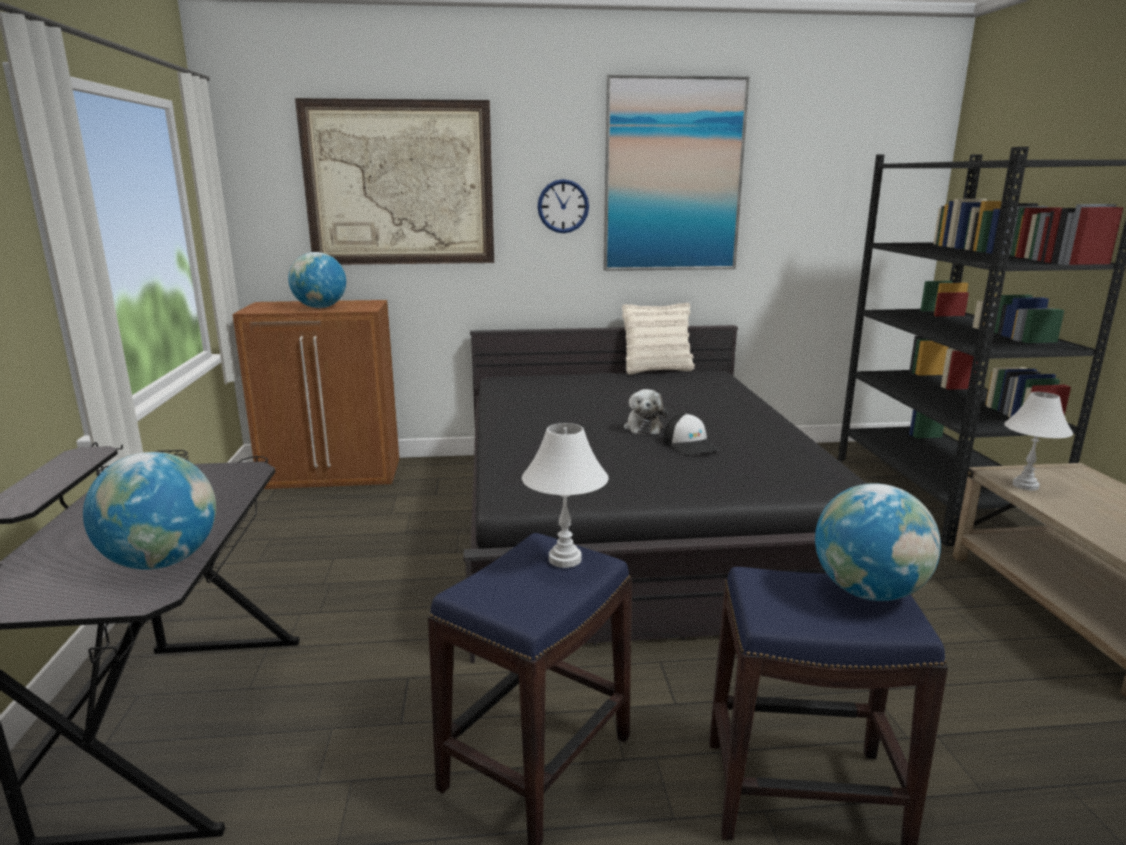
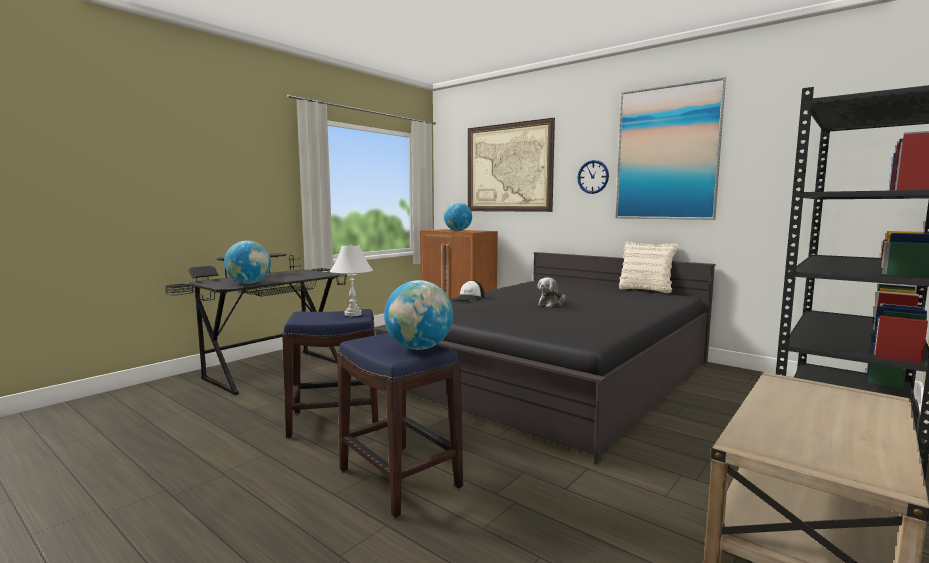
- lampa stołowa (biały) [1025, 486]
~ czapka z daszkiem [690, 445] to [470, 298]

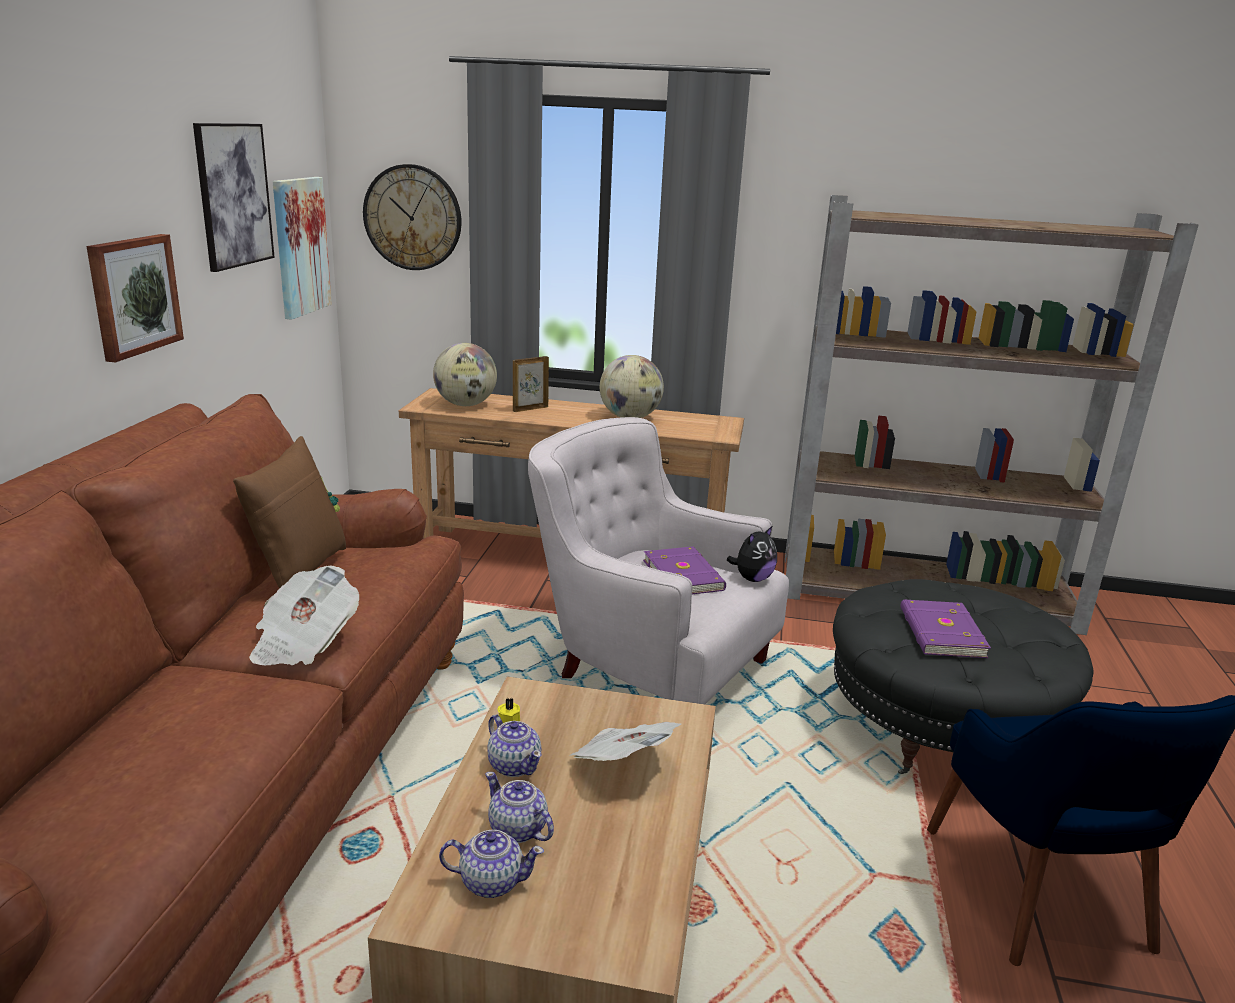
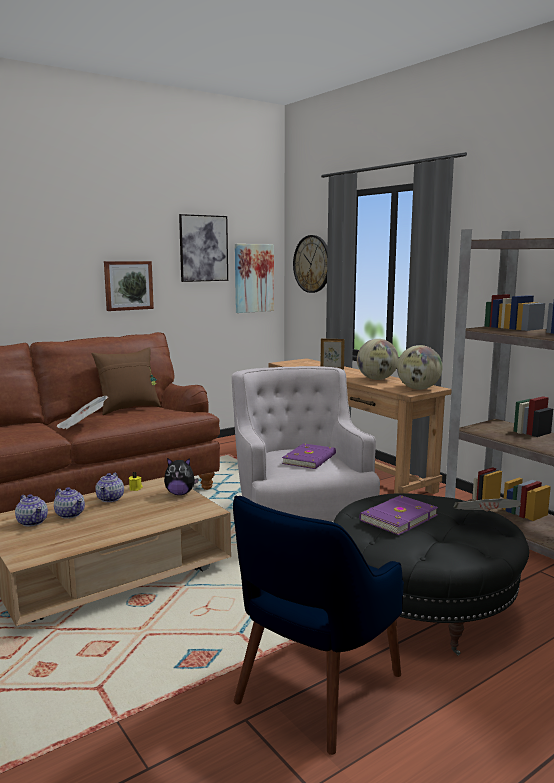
~ globus [465, 405] to [418, 389]
~ gazeta [623, 763] to [484, 522]
~ pluszak [752, 578] to [180, 493]
~ imbryk [518, 830] = [70, 514] 135 degrees clockwise

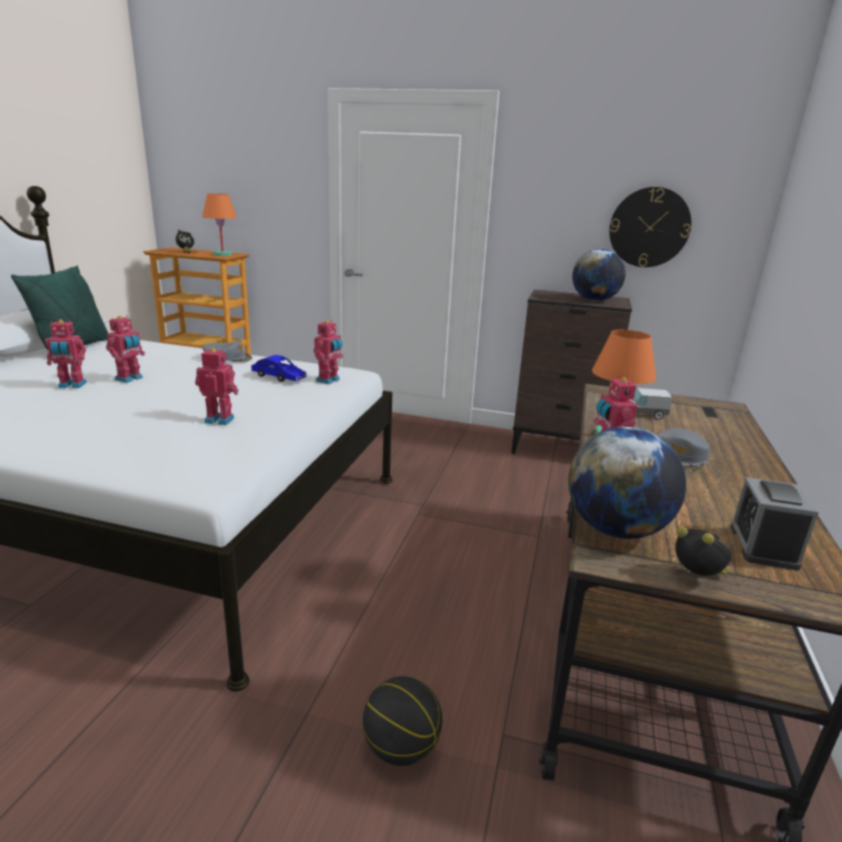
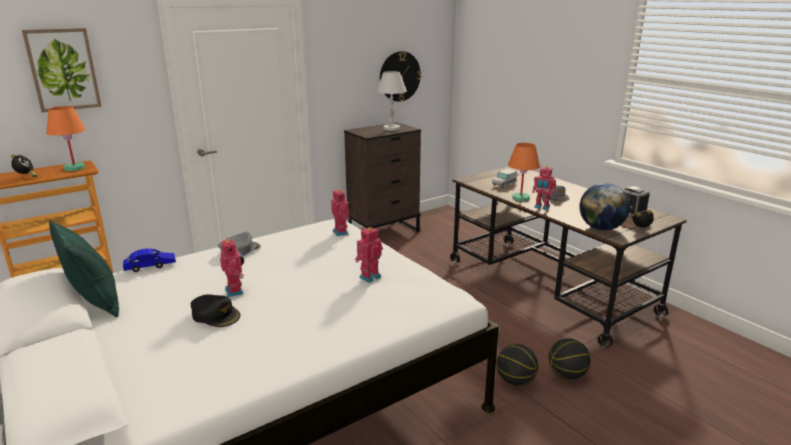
+ obraz [63, 69]
+ piłka do koszykówki [515, 381]
~ samochodzik (niebieski) [279, 377] to [150, 266]
~ robot zabawkowy [72, 385] to czapka z daszkiem (czarny) [216, 315]
~ globus [594, 300] to lampa stołowa (biały) [392, 128]

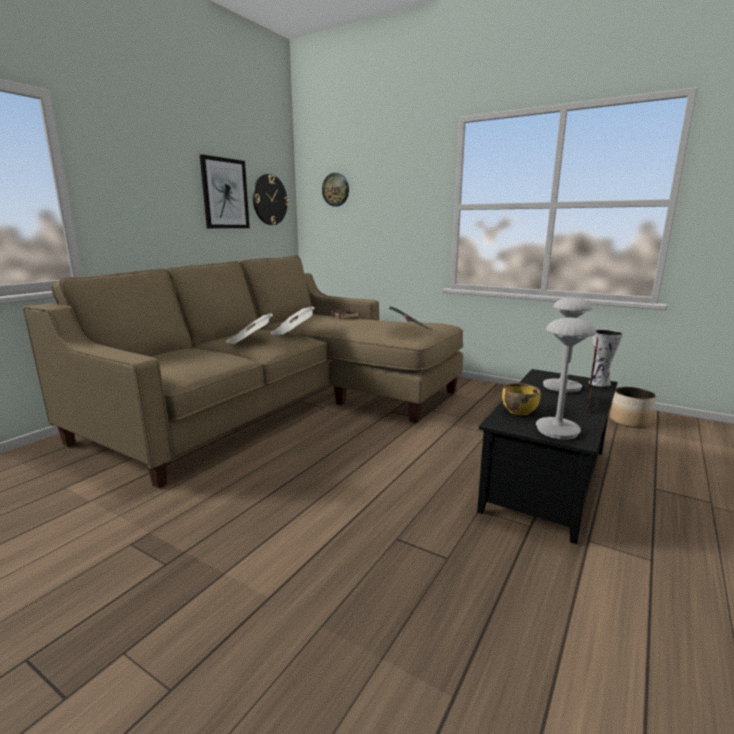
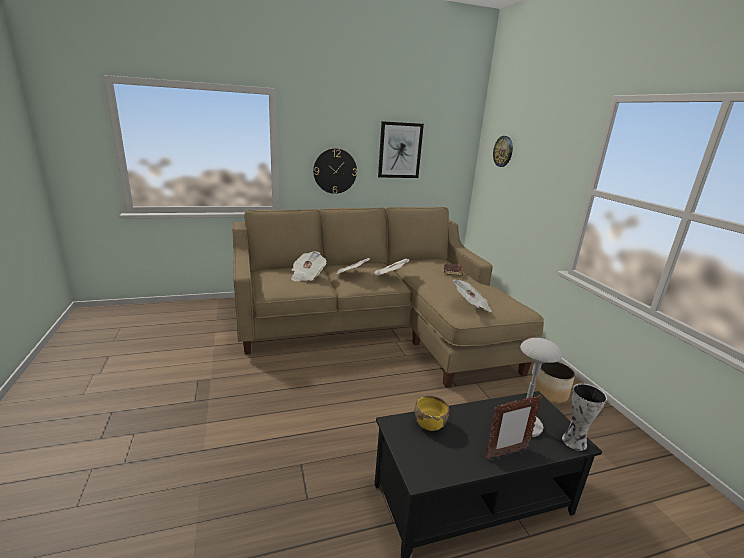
- lampa stołowa (szary) [557, 430]
+ gazeta [307, 276]
~ zegar ścienny [269, 200] to [335, 171]
~ donica [629, 422] to [550, 393]

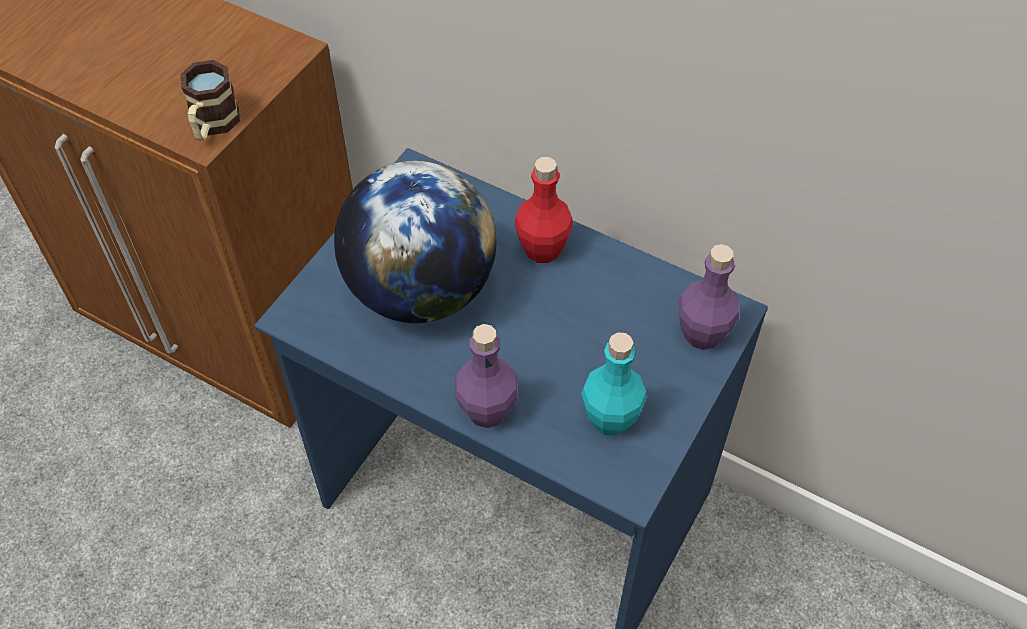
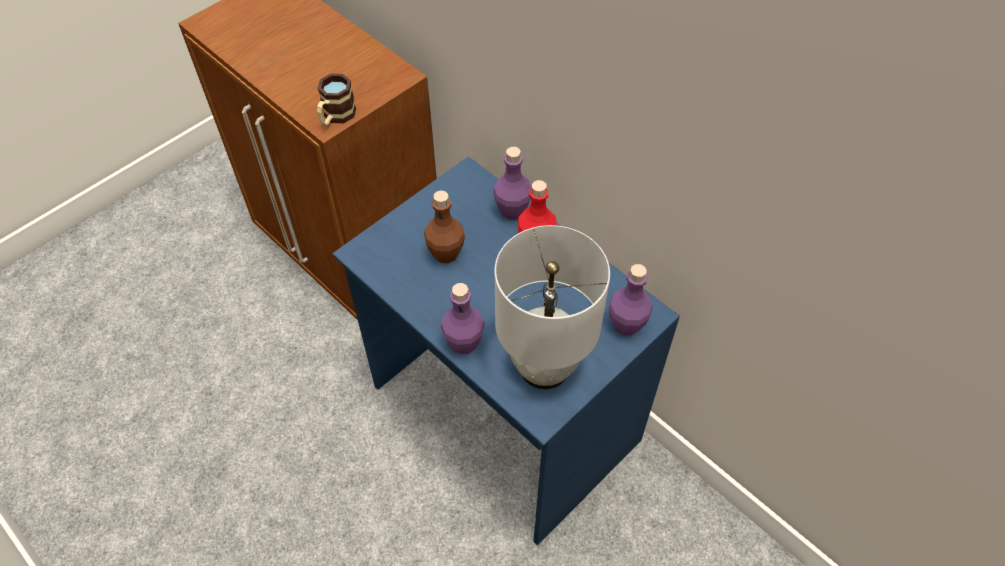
+ butelka (fioletowy) [512, 211]
~ globus [420, 290] to butelka (brązowy) [446, 253]
~ butelka (turkusowy) [610, 419] to lampa stołowa (biały) [544, 367]

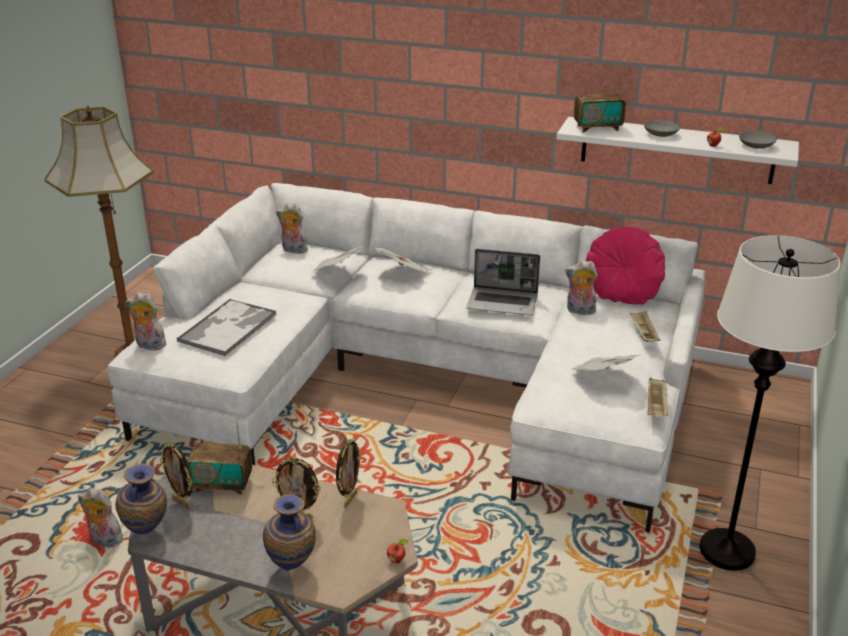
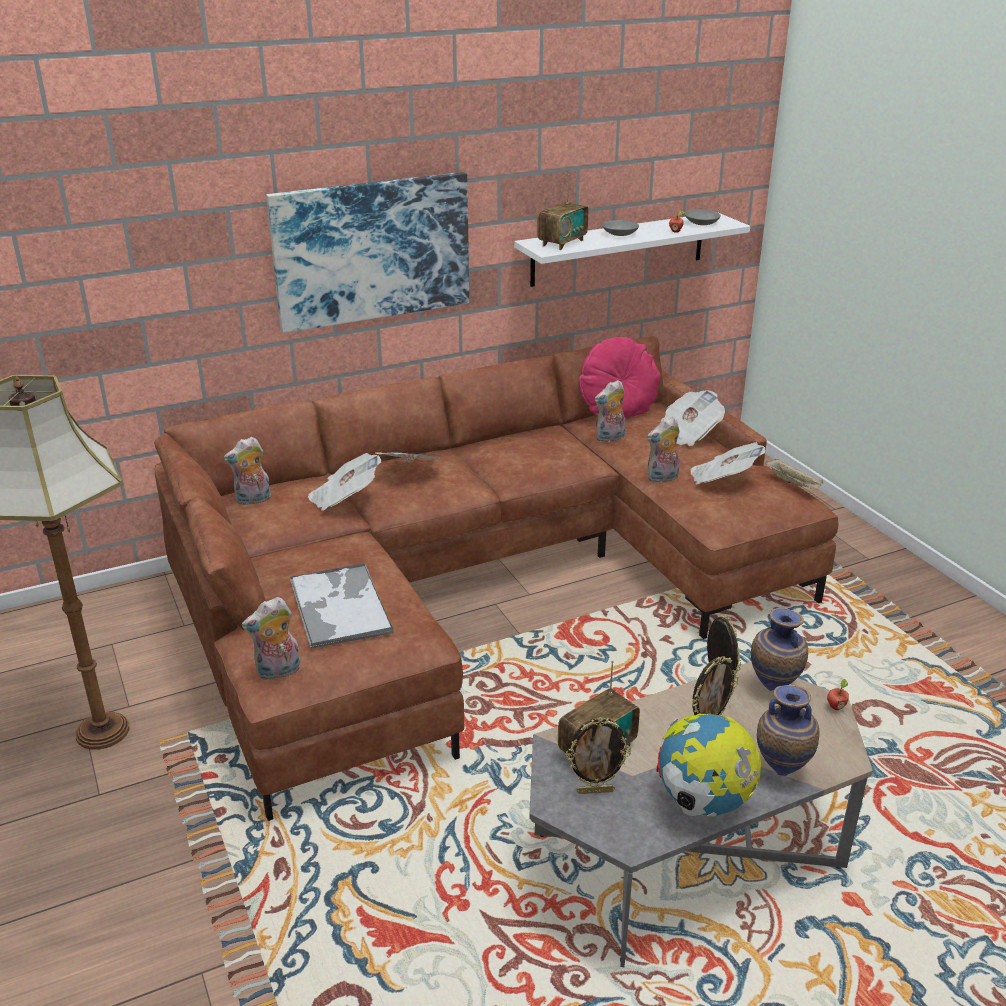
- laptop [503, 302]
- lampa stojąca (biały) [727, 551]
+ obraz [372, 250]
+ globus [703, 802]
~ pluszak [104, 541] to [662, 478]
~ wazon [147, 533] to [774, 687]
~ taca (beżowy) [643, 334] to gazeta [687, 434]
~ kanapa (biały) [425, 382] to kanapa (brązowy) [477, 585]

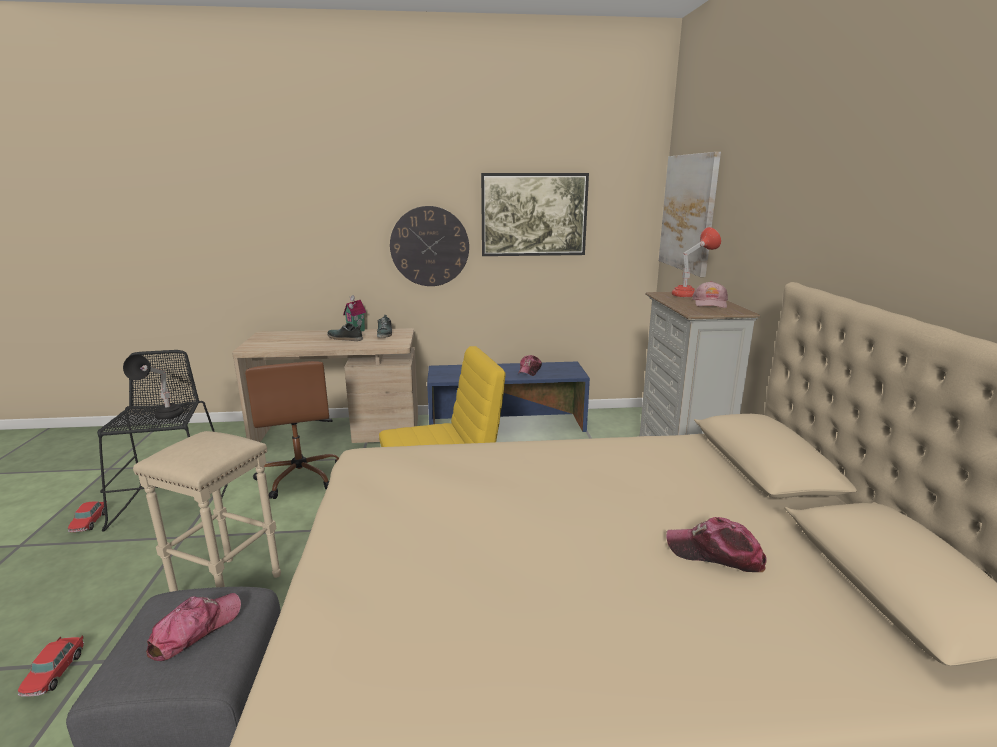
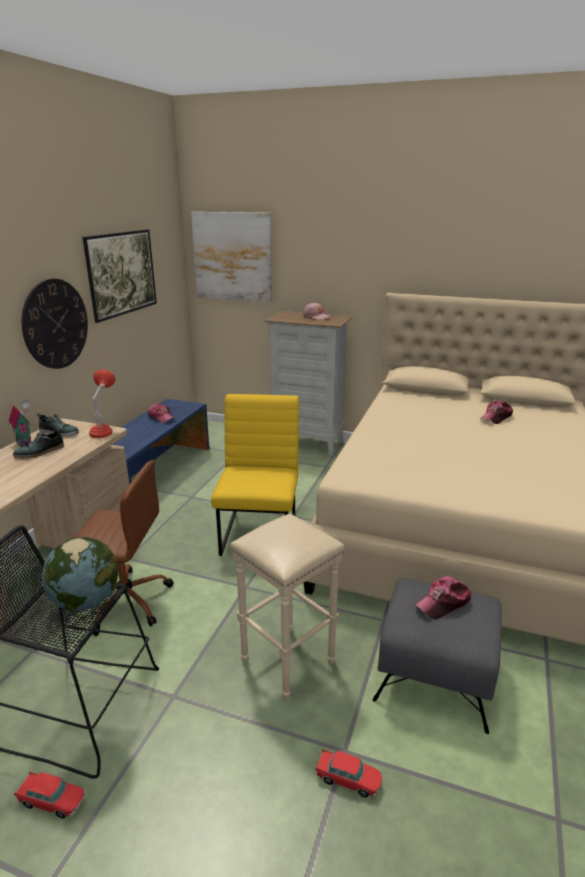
~ lampa stołowa (czerwony) [690, 295] to [104, 431]
~ lampa stołowa (czarny) [163, 418] to globus [86, 601]
~ czapka z daszkiem [195, 630] = [443, 603] 90 degrees counterclockwise

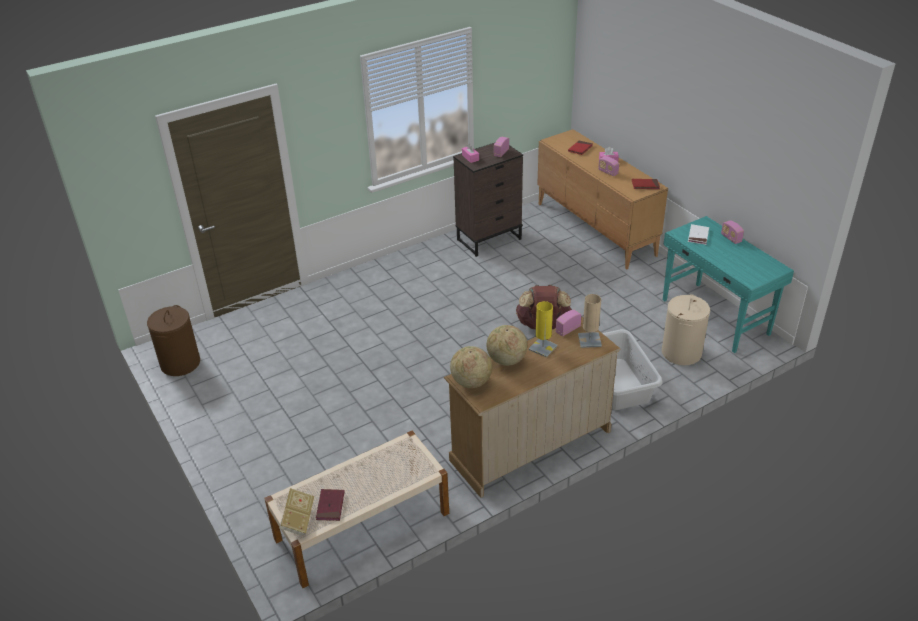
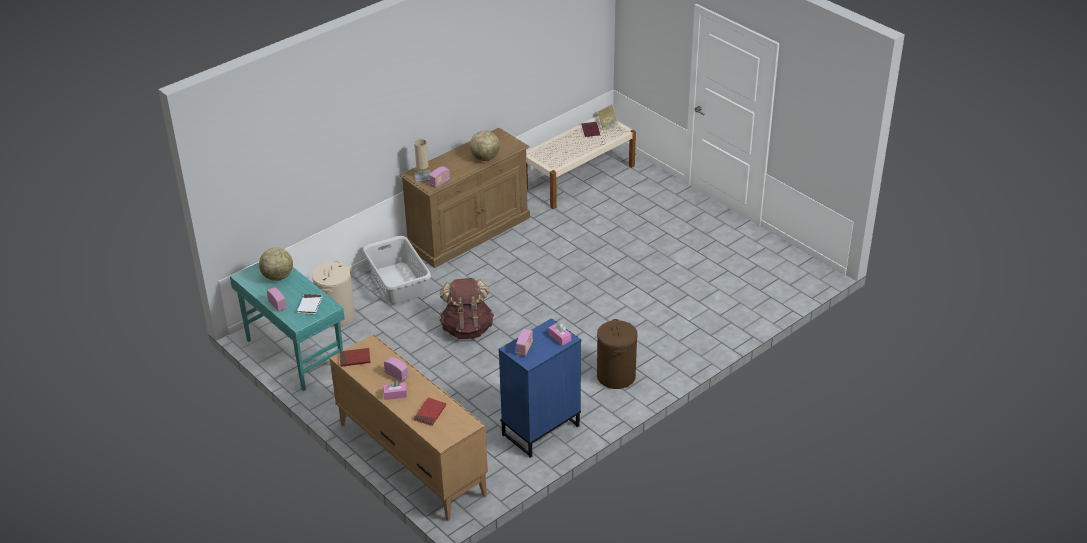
- lampa stołowa (żółty) [543, 348]
~ kosz na pranie (brązowy) [180, 363] to [616, 376]
~ globus [471, 382] to [278, 277]
~ komoda (brązowy) [489, 239] to komoda (niebieski) [540, 431]

